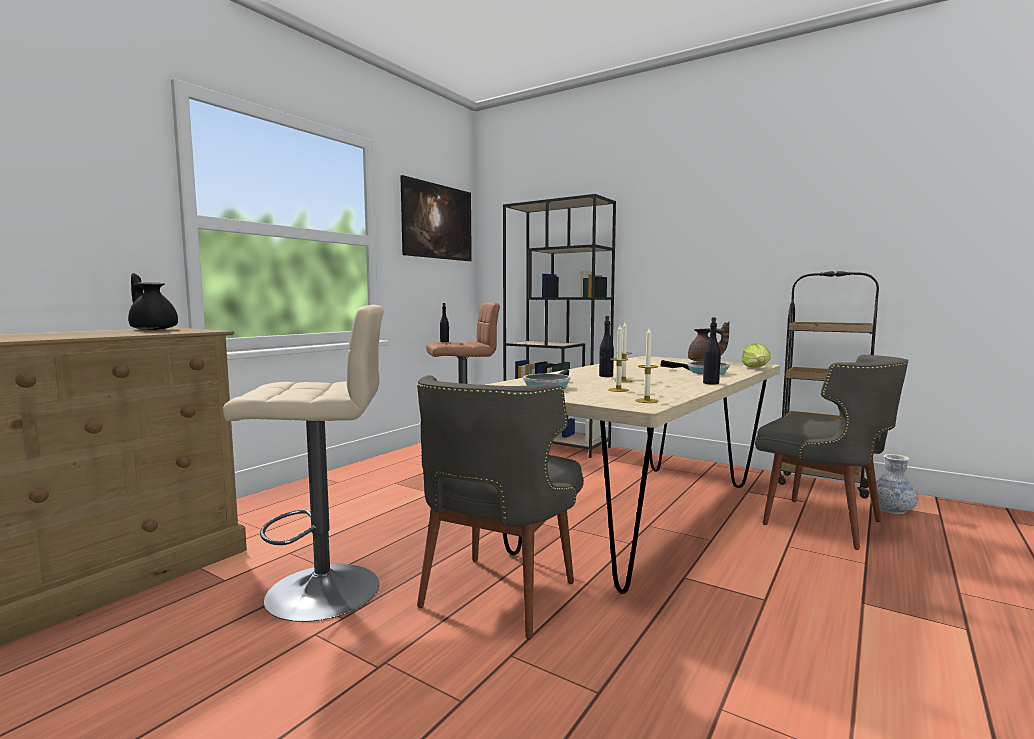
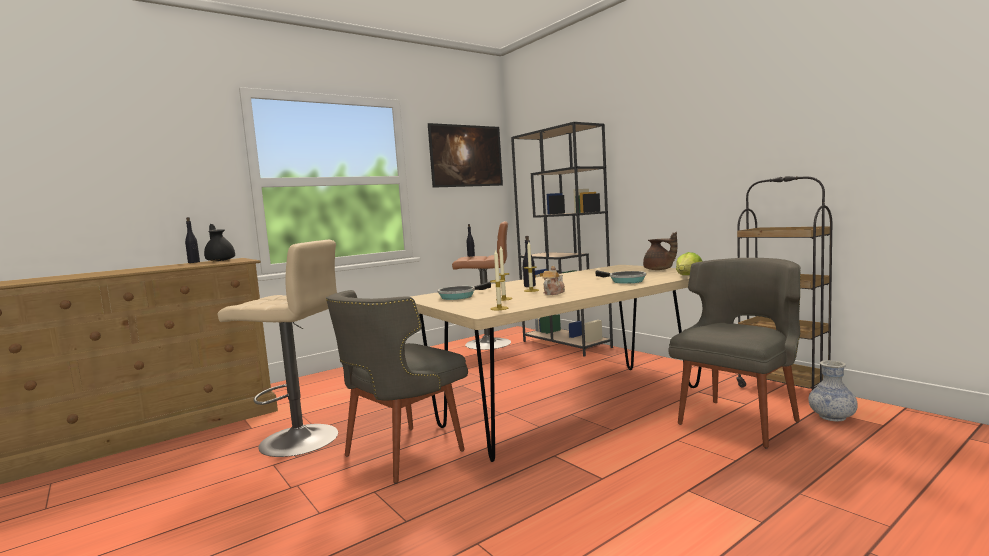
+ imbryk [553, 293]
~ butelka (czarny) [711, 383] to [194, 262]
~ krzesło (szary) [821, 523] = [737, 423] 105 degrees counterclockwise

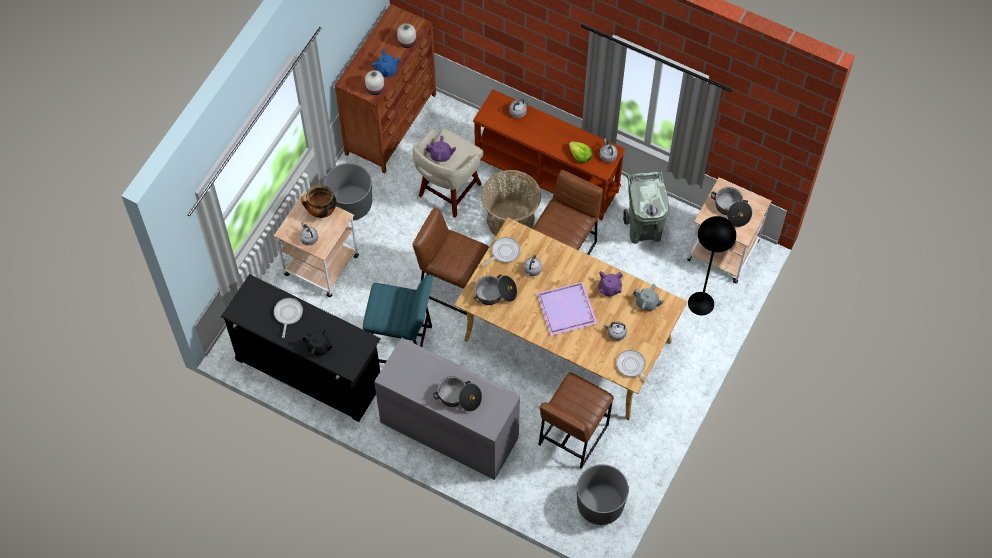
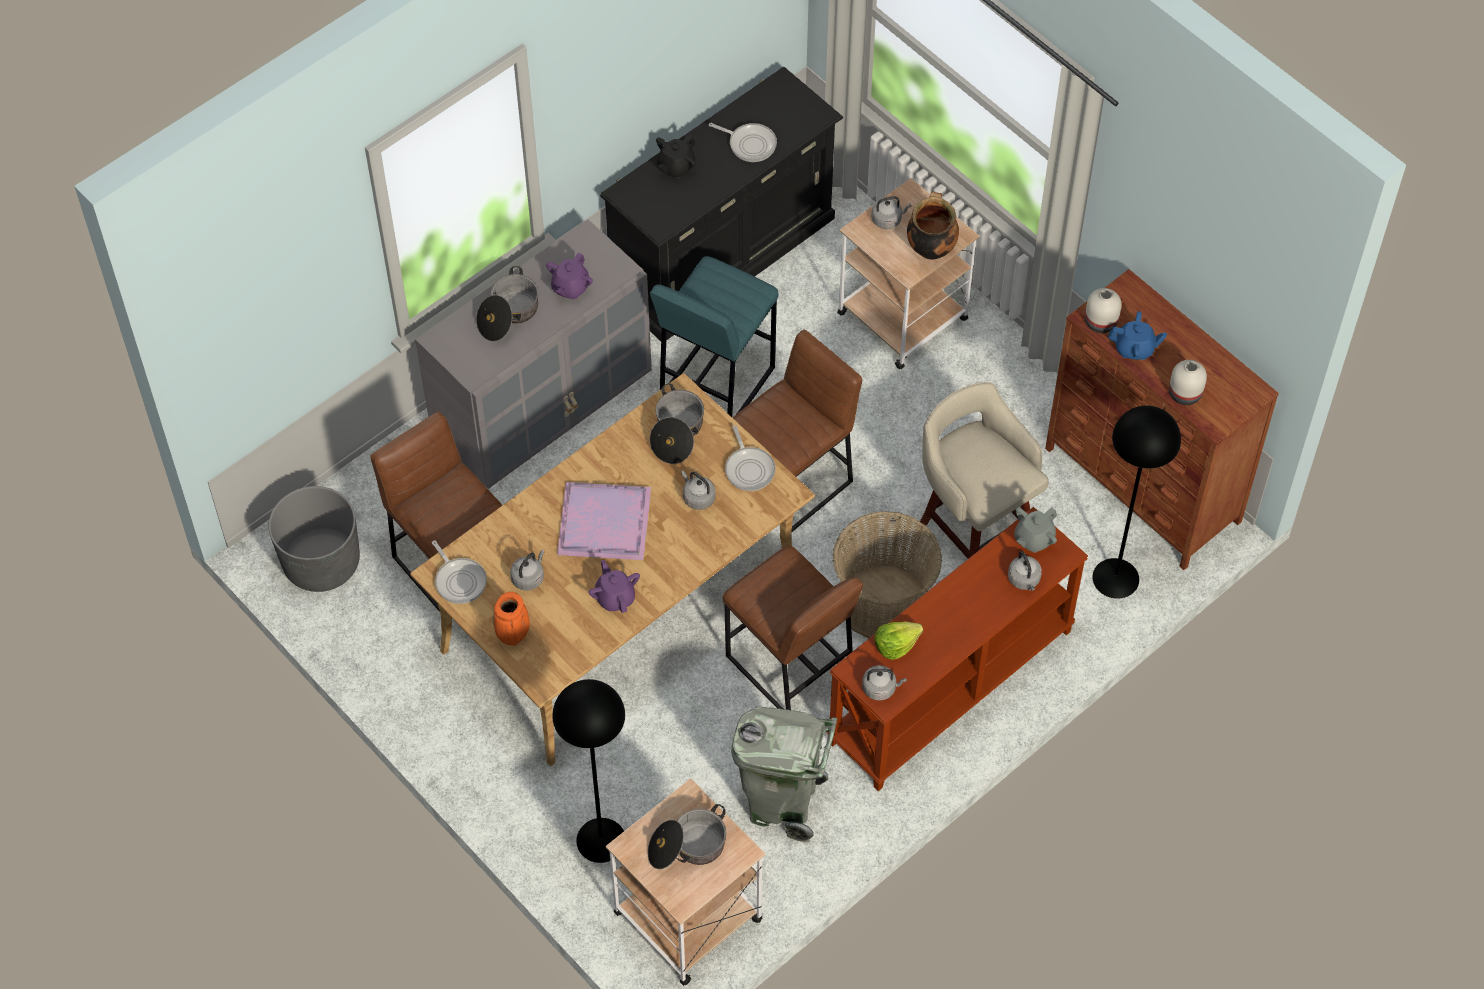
- donica (szary) [351, 204]
+ wazon (pomarańczowy) [513, 636]
+ lampa stojąca (czarny) [1115, 578]
~ imbryk (fioletowy) [441, 155] to [570, 287]
~ imbryk (szary) [647, 303] to [1033, 539]
~ patelnia [632, 366] = [459, 580] 75 degrees clockwise

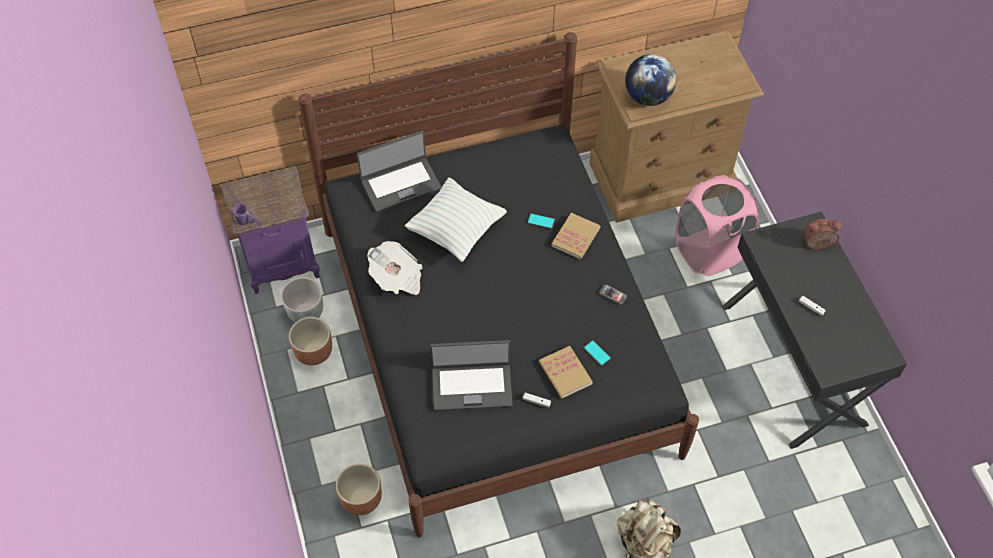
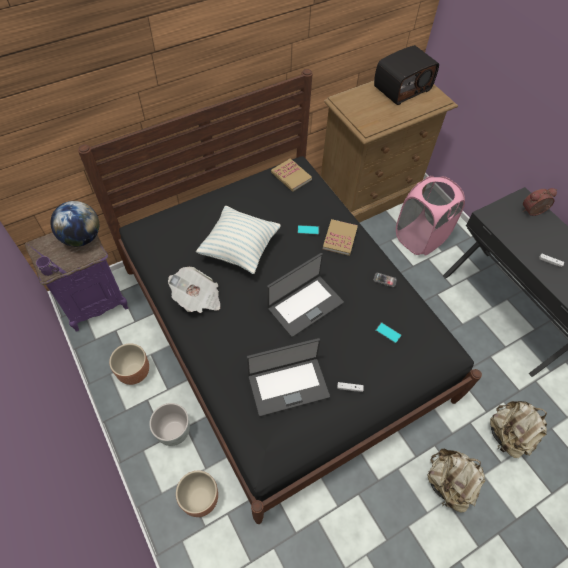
+ radio [402, 88]
+ plecak (beżowy) [508, 435]
~ donica (szary) [306, 312] to [174, 431]
~ laptop [400, 183] to [304, 304]
~ książka [565, 373] to [291, 176]
~ globus [648, 97] to [82, 238]

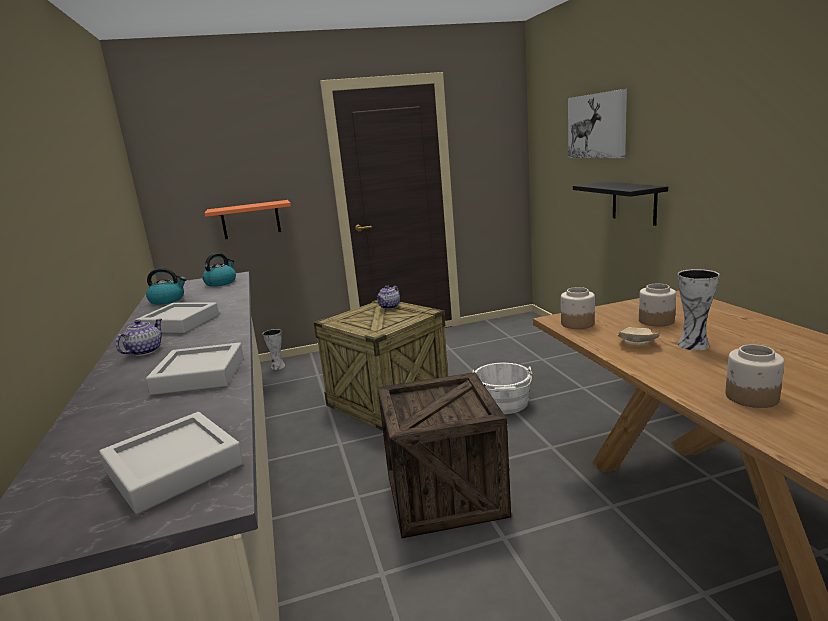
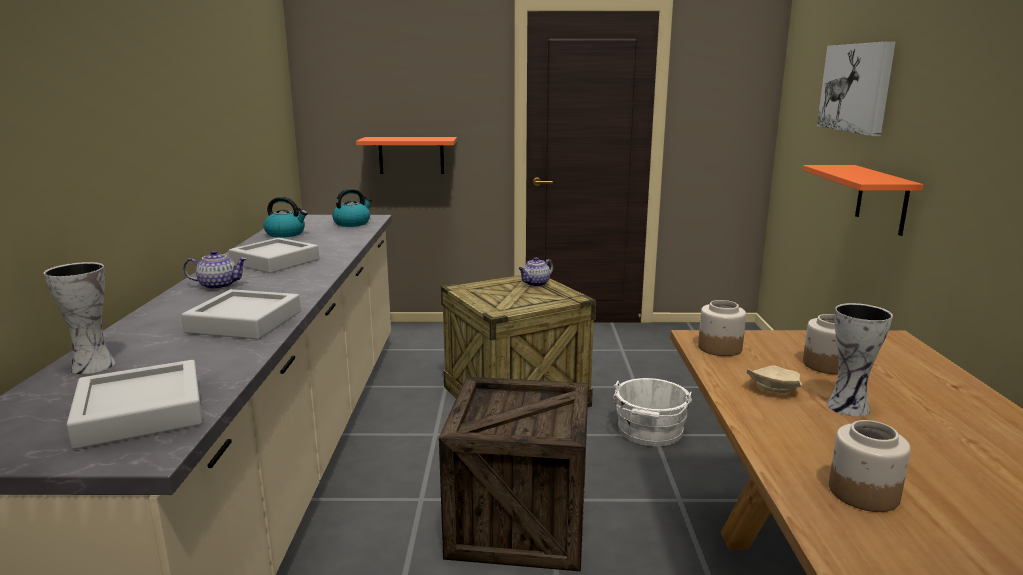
~ wazon [277, 367] to [91, 366]
~ półka (czarny) [634, 202] to półka (pomarańczowy) [882, 199]
~ imbryk [144, 351] = [218, 285] 45 degrees clockwise

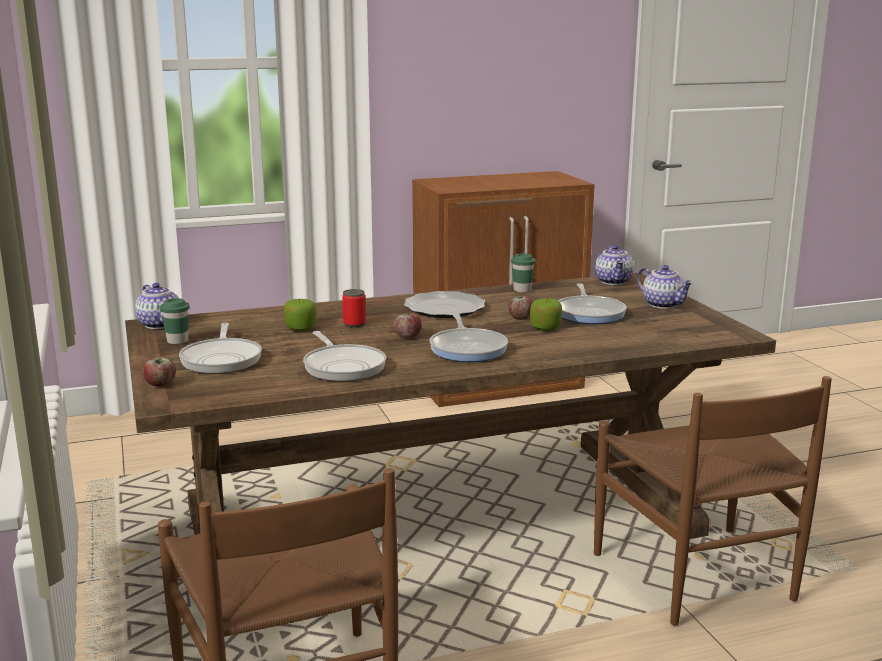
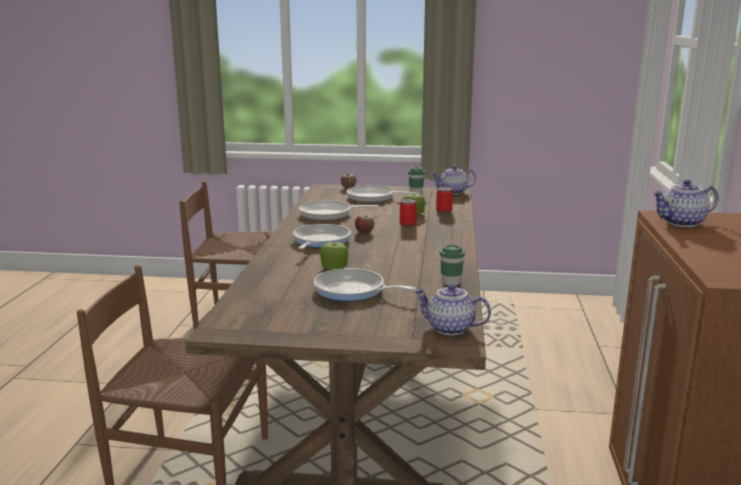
- talerz [444, 308]
- jabłko [520, 318]
+ puszka [444, 211]
~ imbryk [663, 304] to [682, 223]
~ patelnia [468, 348] = [320, 241] 90 degrees clockwise

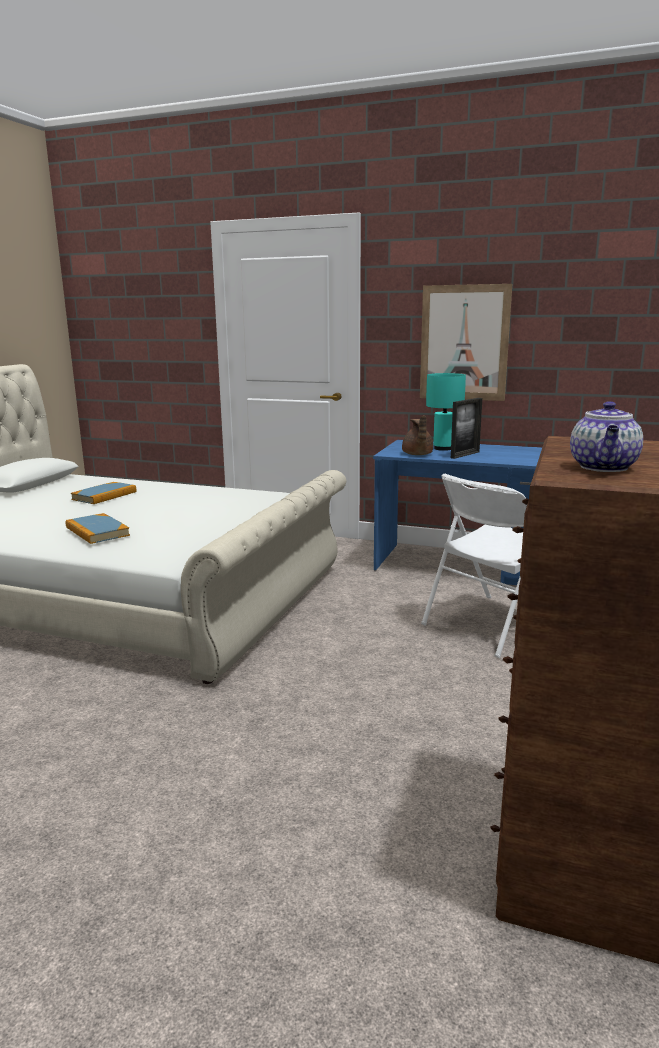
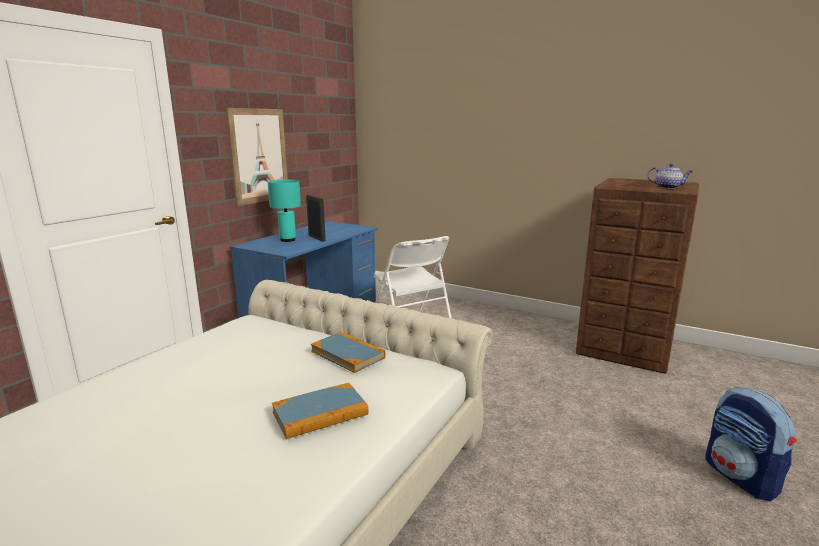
- imbryk (brązowy) [417, 454]
+ plecak [741, 477]
~ książka [104, 496] to [348, 354]

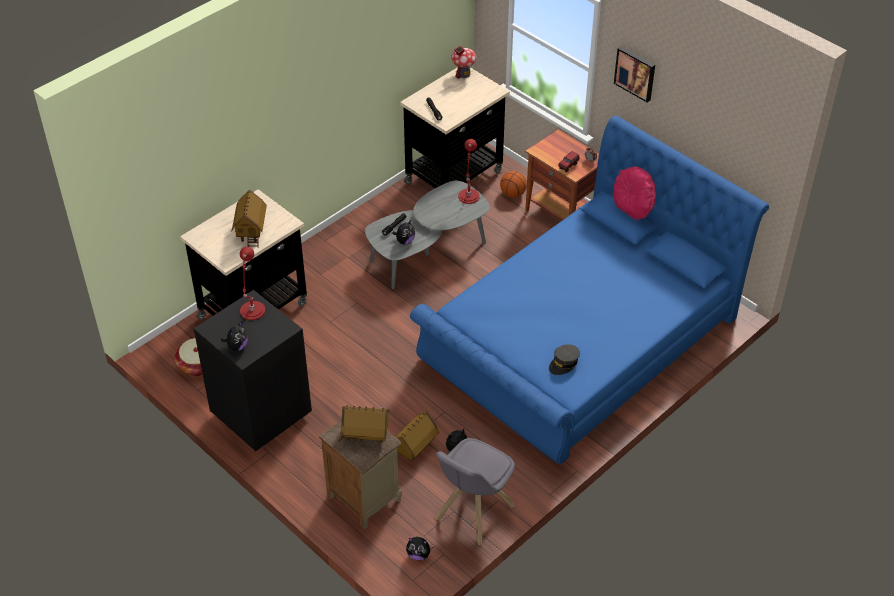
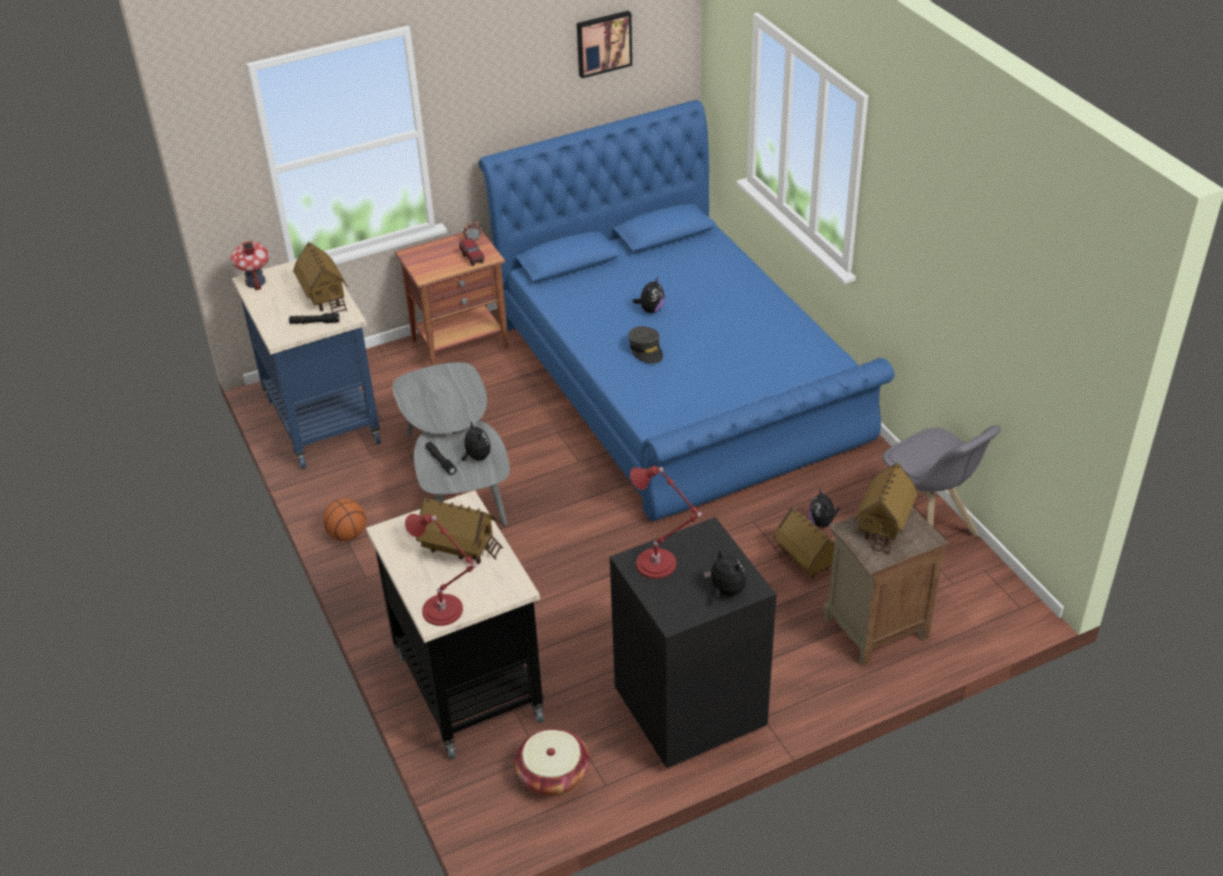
- poduszka (różowy) [632, 209]
+ domek [324, 298]
~ pluszak [418, 554] to [651, 310]
~ lampa stołowa (czerwony) [468, 198] to [445, 611]
~ piłka do koszykówki [512, 194] to [347, 534]
~ czapka z daszkiem (szary) [563, 363] to [646, 350]
~ obraz [635, 73] to [603, 43]
~ wózek (czarny) [453, 176] to wózek (niebieski) [321, 420]

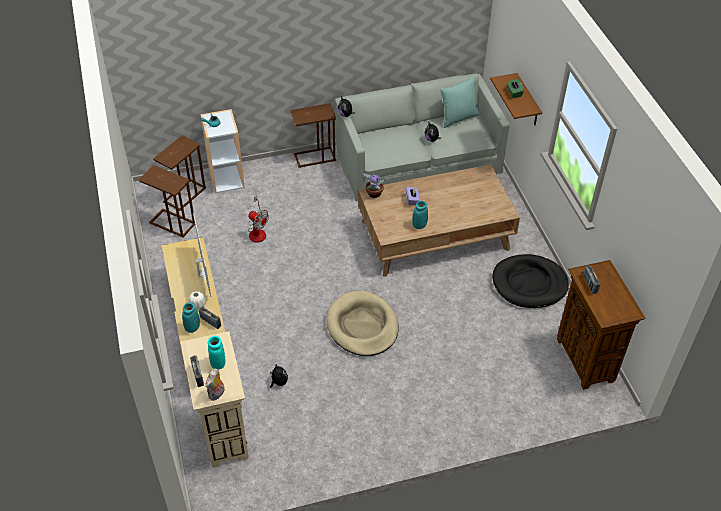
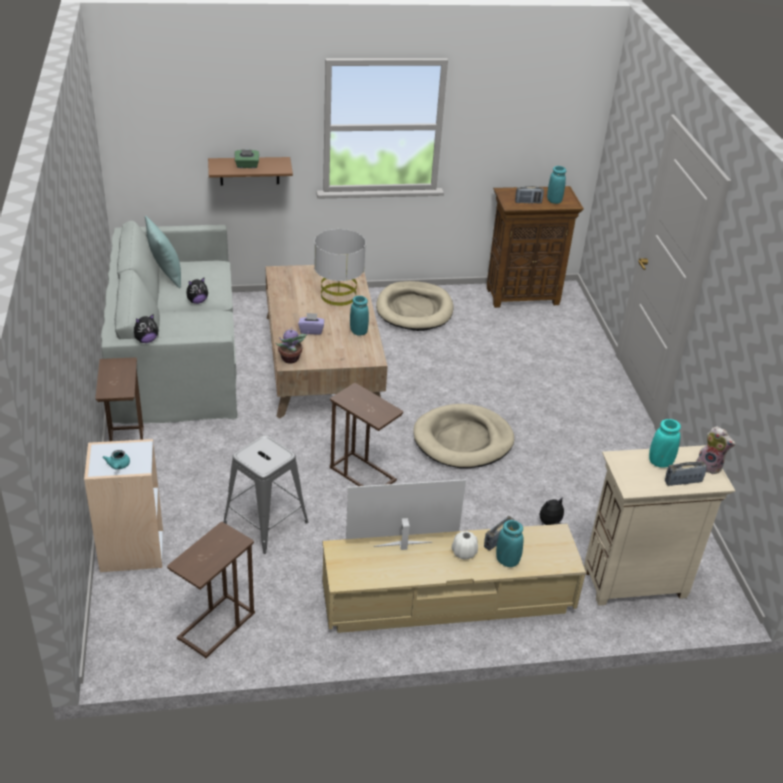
+ lampa stołowa (szary) [338, 295]
+ wazon (turkusowy) [554, 201]
~ stolik (brązowy) [184, 194] to [362, 474]
~ wentylator [257, 231] to stołek (szary) [266, 522]
~ legowisko (czarny) [529, 284] to legowisko (beżowy) [414, 309]

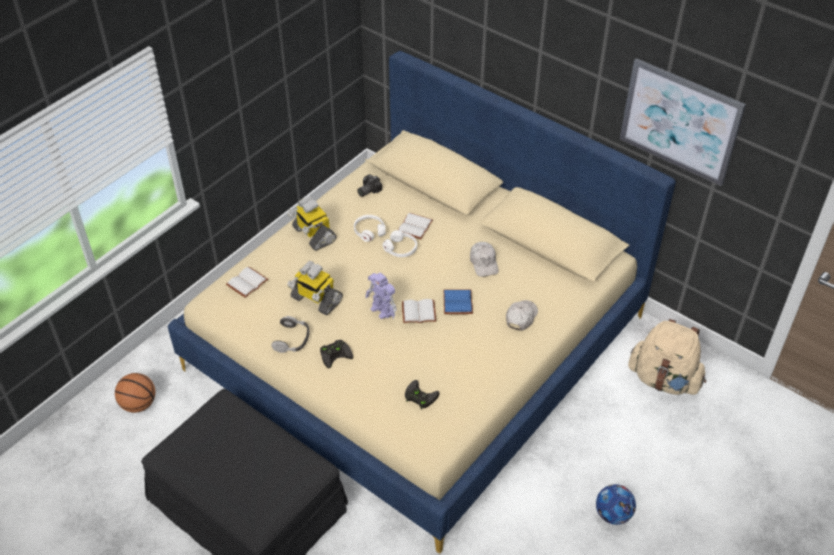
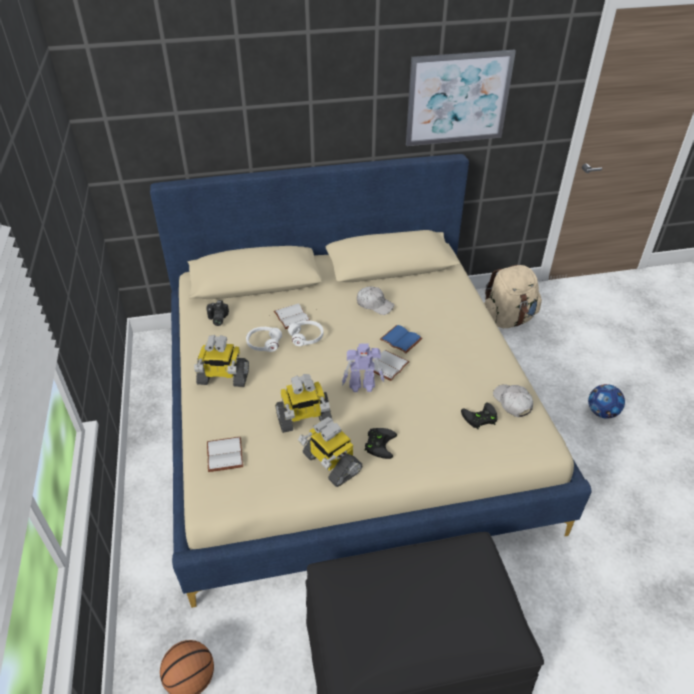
~ czapka z daszkiem (biały) [521, 317] to [512, 403]
~ słuchawki [292, 339] to robot zabawkowy [330, 463]

